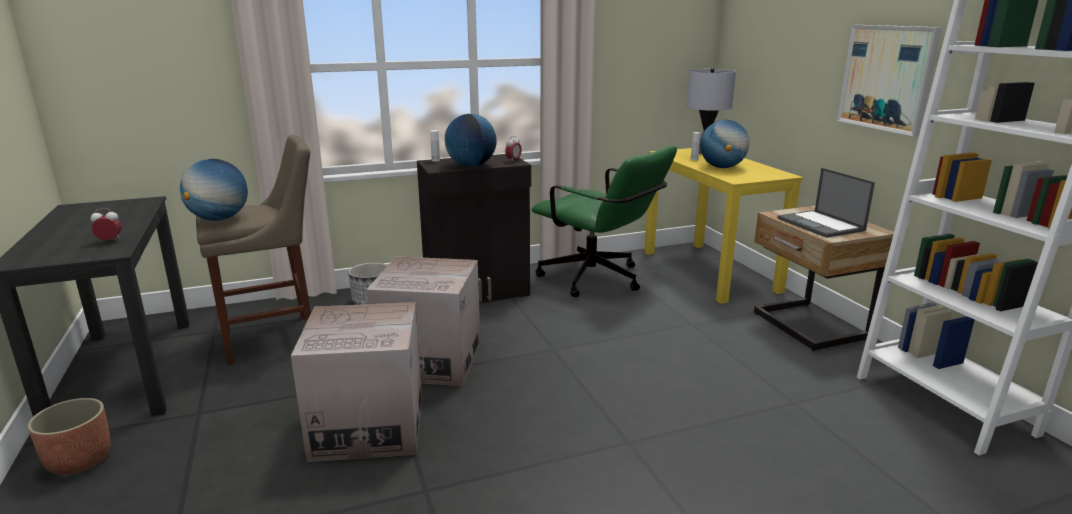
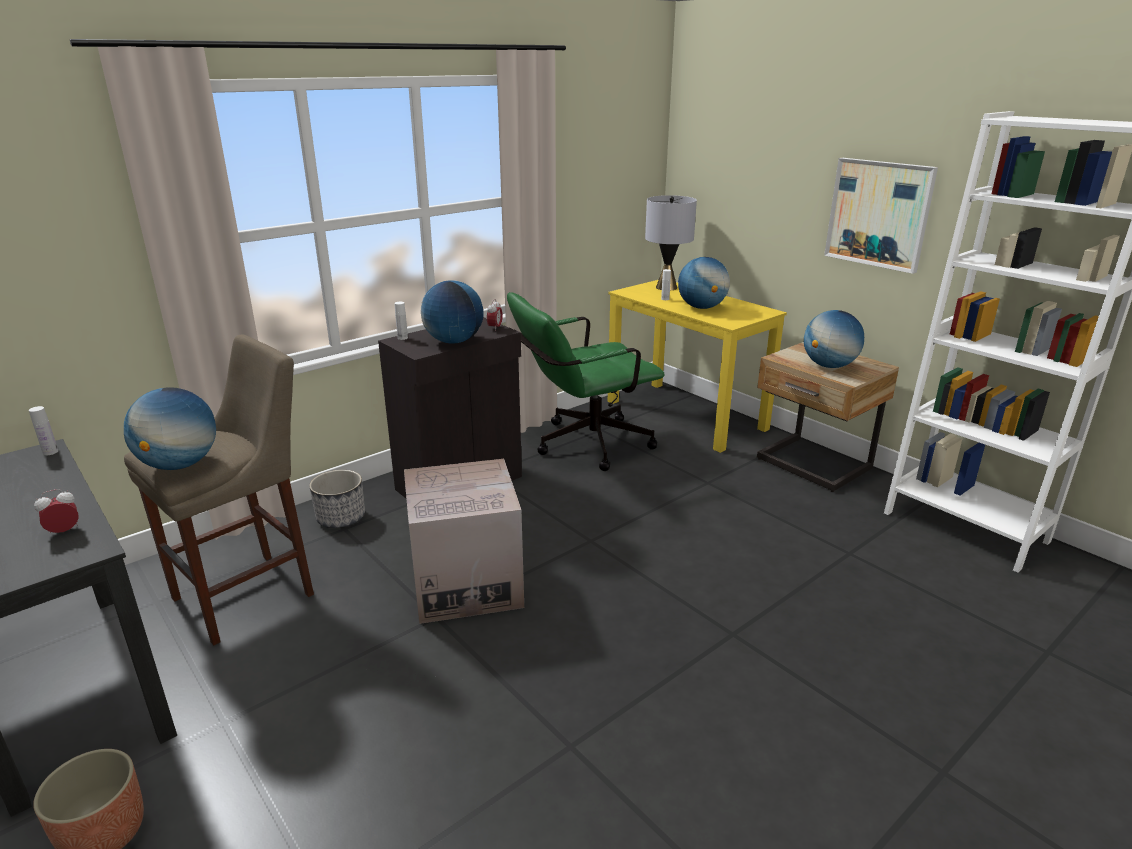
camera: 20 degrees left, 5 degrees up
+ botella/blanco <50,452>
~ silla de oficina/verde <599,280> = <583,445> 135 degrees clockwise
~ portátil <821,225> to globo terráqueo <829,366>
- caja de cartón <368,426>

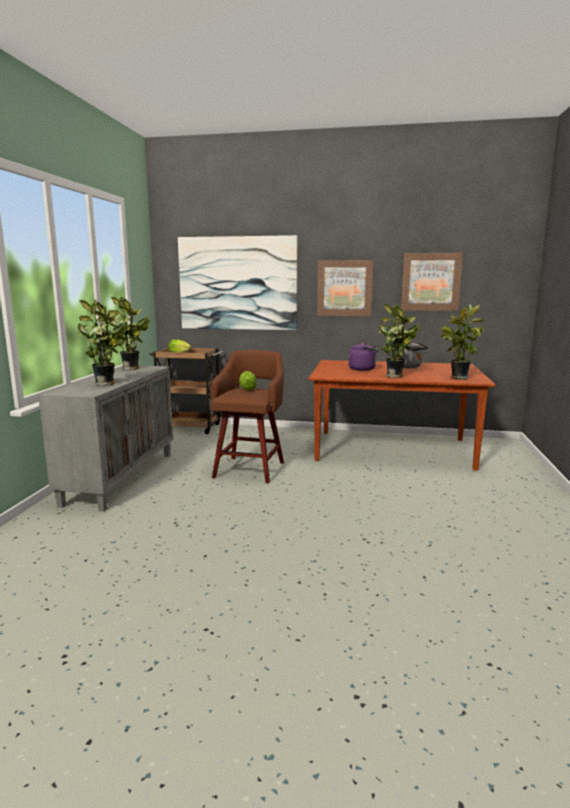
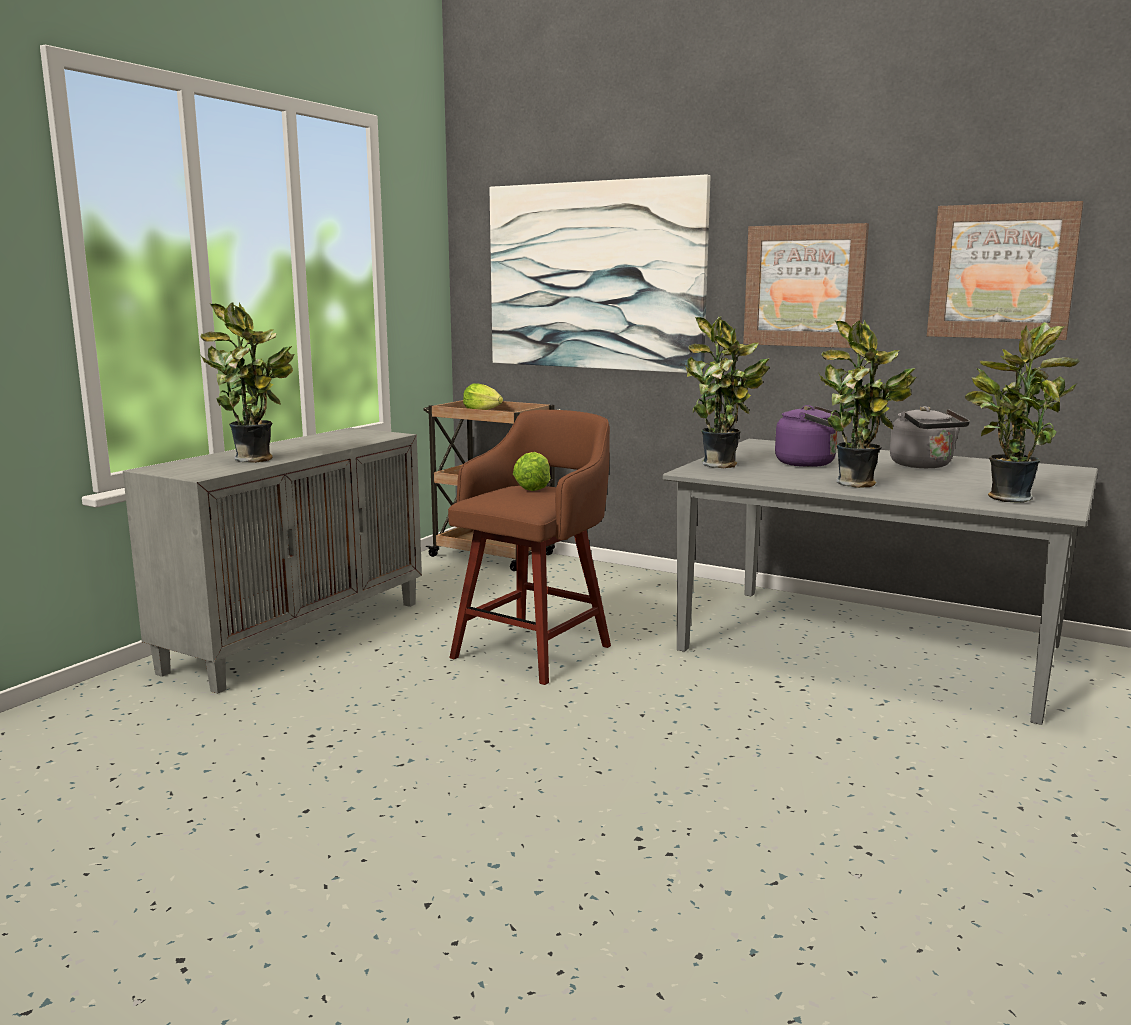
camera: 20 degrees right, 0 degrees up
~ mesa de comedor/marrón <393,449> to mesa de comedor/gris <870,647>
~ planta en maceta <132,368> to <723,465>

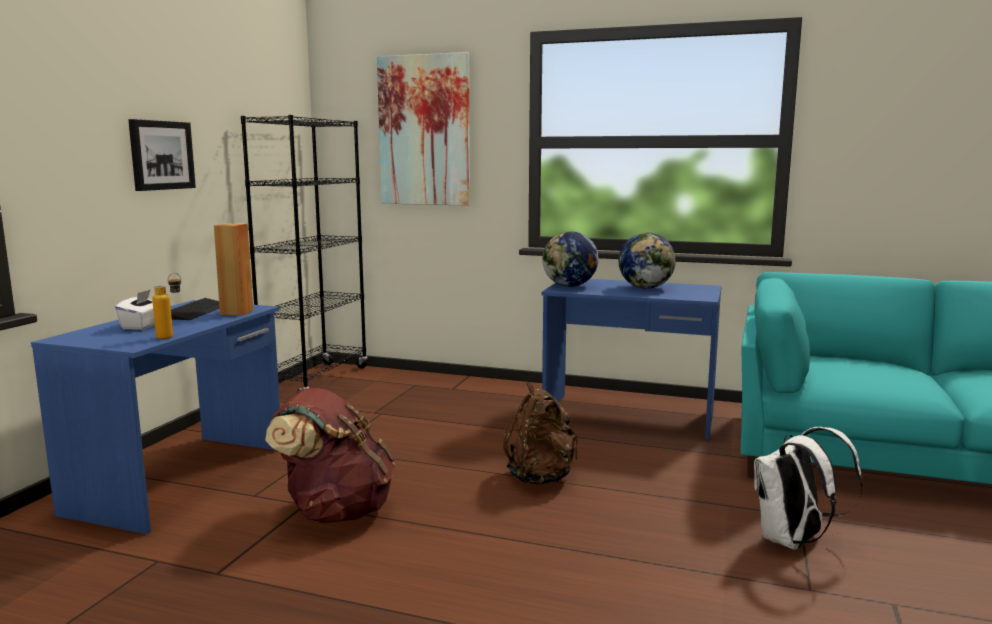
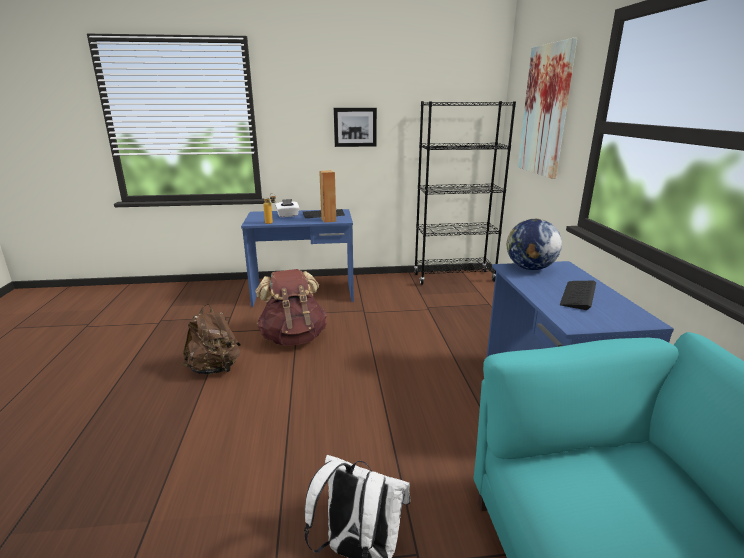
camera: 65 degrees right, 10 degrees up
~ mochila/marrón <541,478> to <215,369>
~ globo terráqueo <646,288> to teclado <578,295>

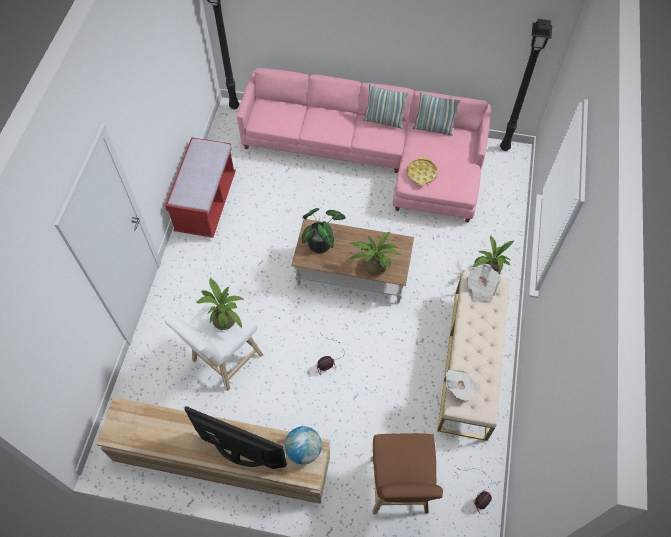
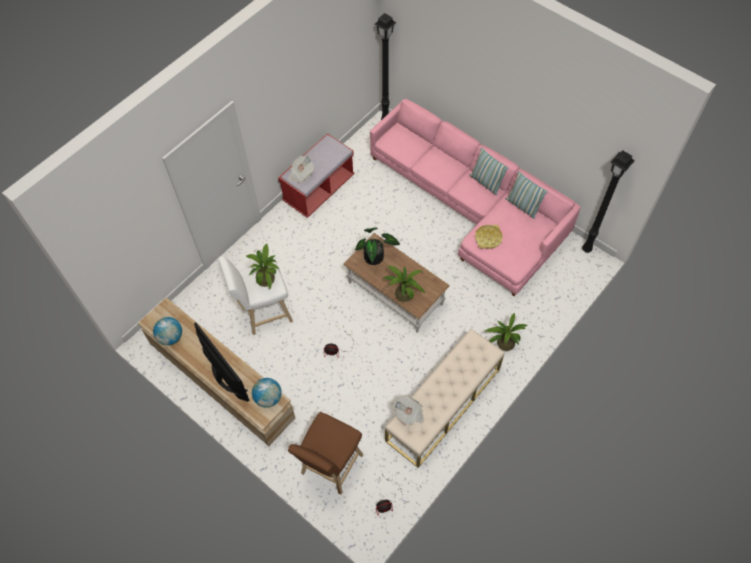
camera: 30 degrees right, 0 degrees up
+ globo terráqueo <171,337>
~ periódico <480,288> to <301,174>

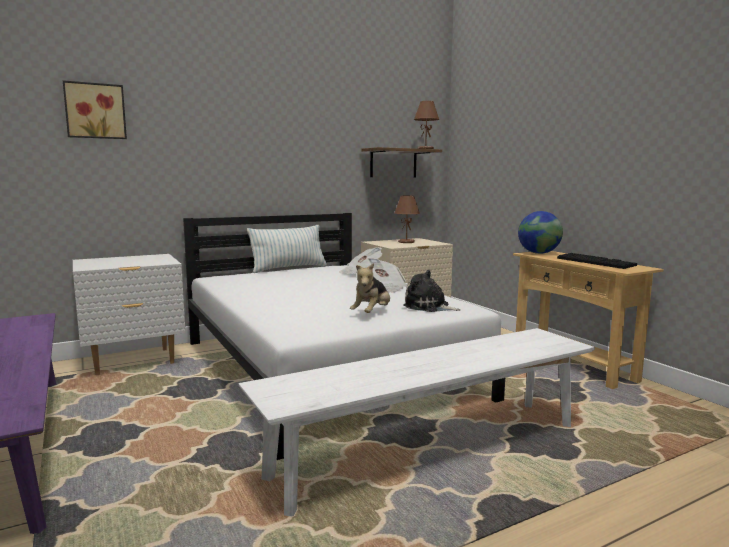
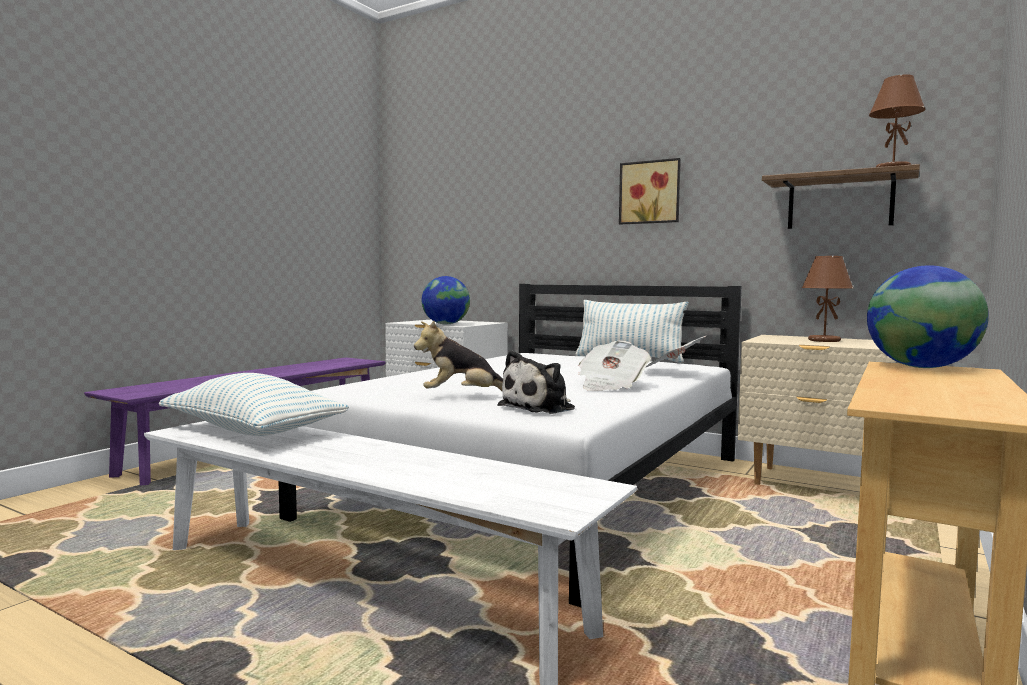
camera: 60 degrees right, 5 degrees down
+ cojín <253,431>
+ globo terráqueo <445,324>
~ peluche <428,307> = <540,407> 135 degrees counterclockwise
~ cuadro <95,111> to <650,192>
- teclado <596,262>

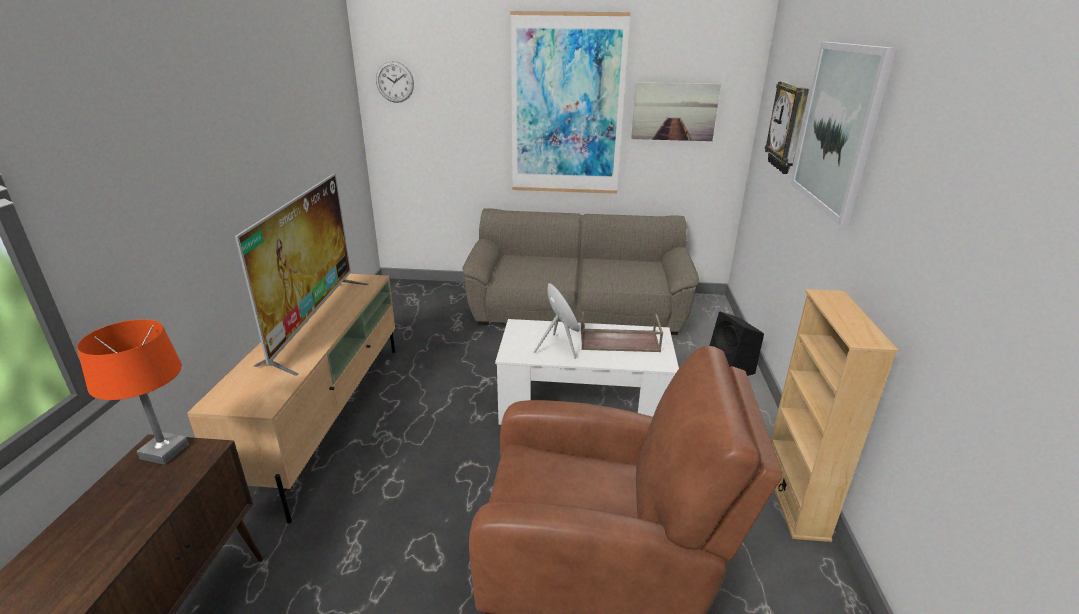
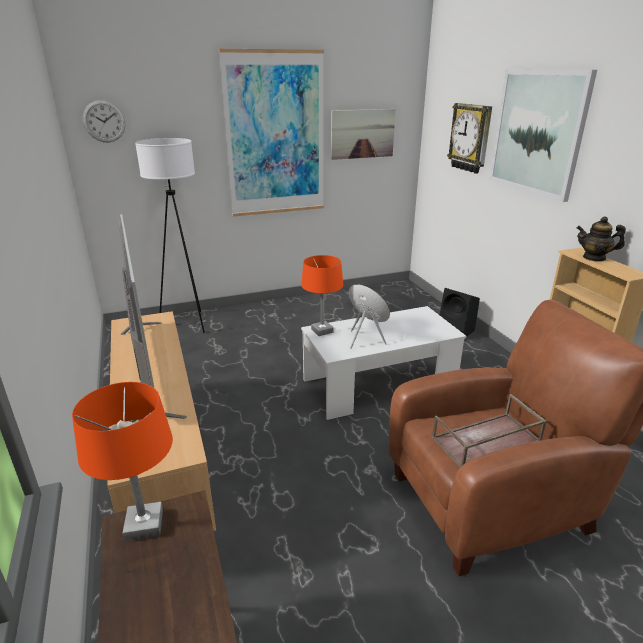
camera: 25 degrees left, 0 degrees up
+ lámpara de pie/blanco <188,323>
+ lámpara de mesa/naranja <322,330>
~ bandeja/marrón <618,341> to <485,441>
+ tetera <594,258>
- sofá <577,309>

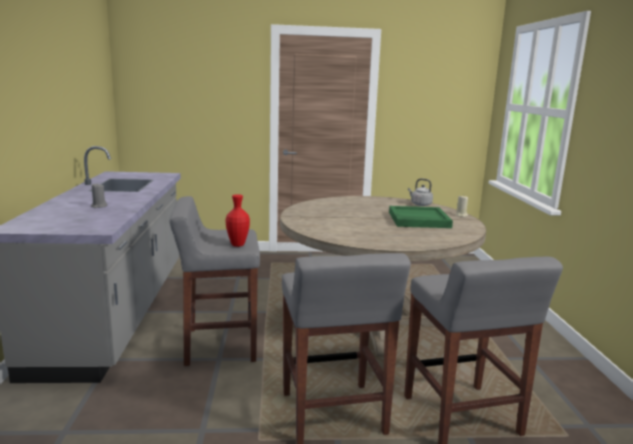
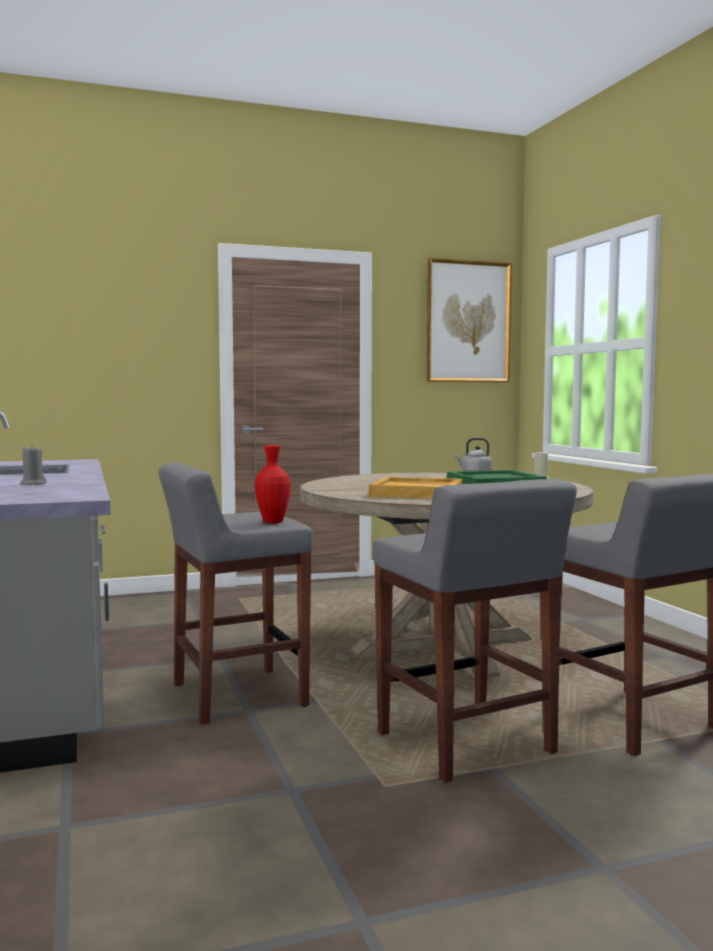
camera: 15 degrees left, 10 degrees down
+ bandeja/beis <418,493>
+ cuadro <468,322>

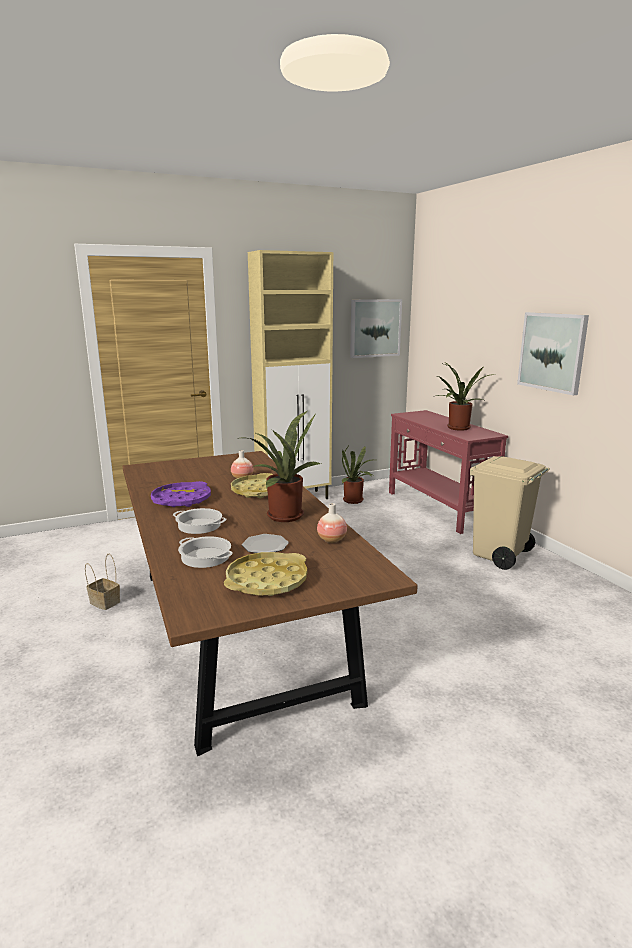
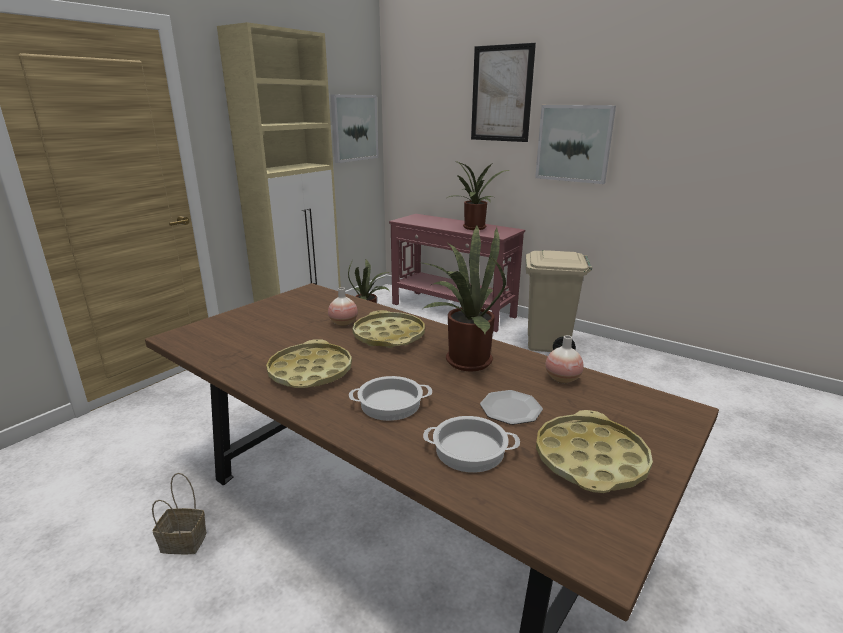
camera: 30 degrees left, 5 degrees up
~ bandeja/morado <181,500> to bandeja/amarillo <310,372>
+ cuadro <501,94>

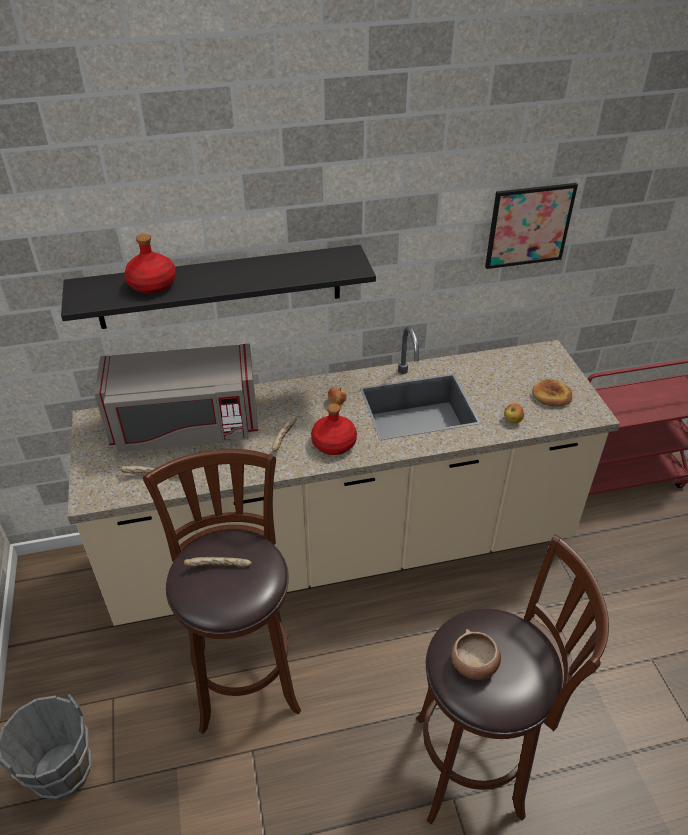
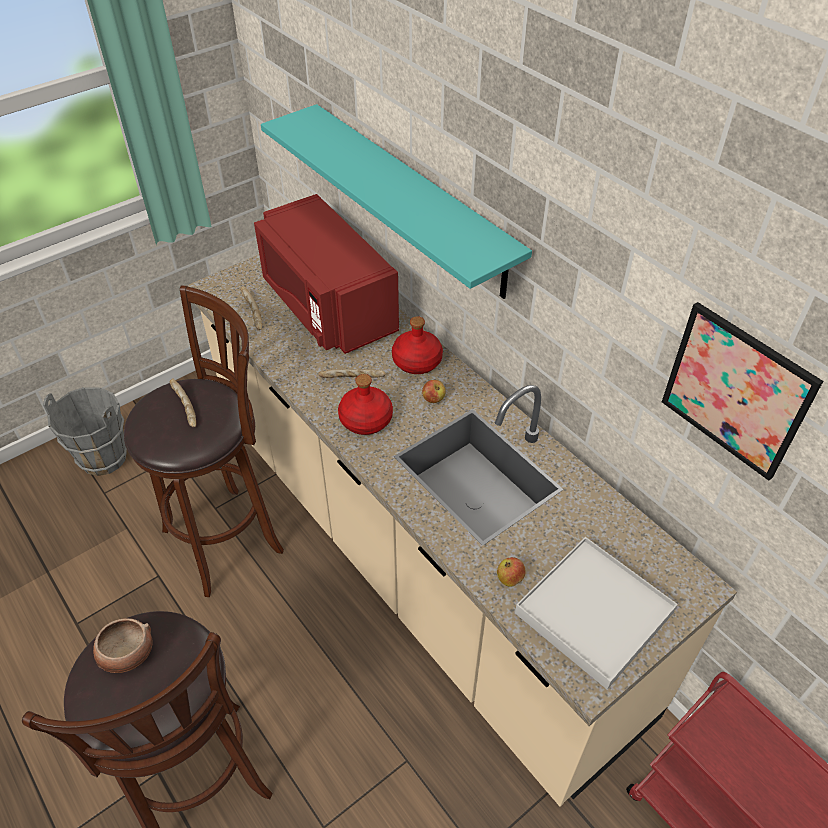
camera: 65 degrees right, 5 degrees up
~ microondas/gris <185,427> to microondas/rojo <327,306>
~ estante/negro <220,287> to estante/turquesa <412,199>
~ botella/rojo <153,284> to <417,362>
~ pan <551,396> to bandeja/blanco <593,613>

